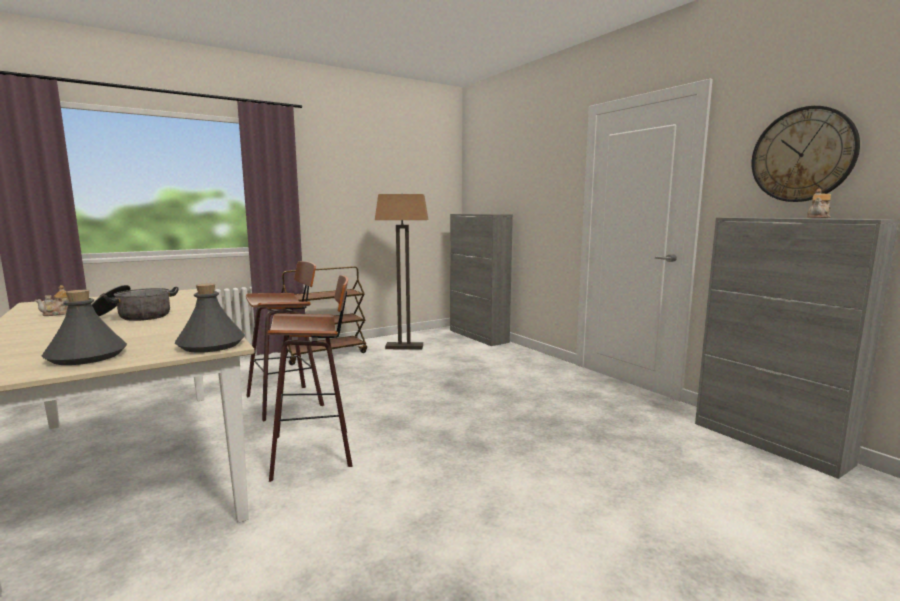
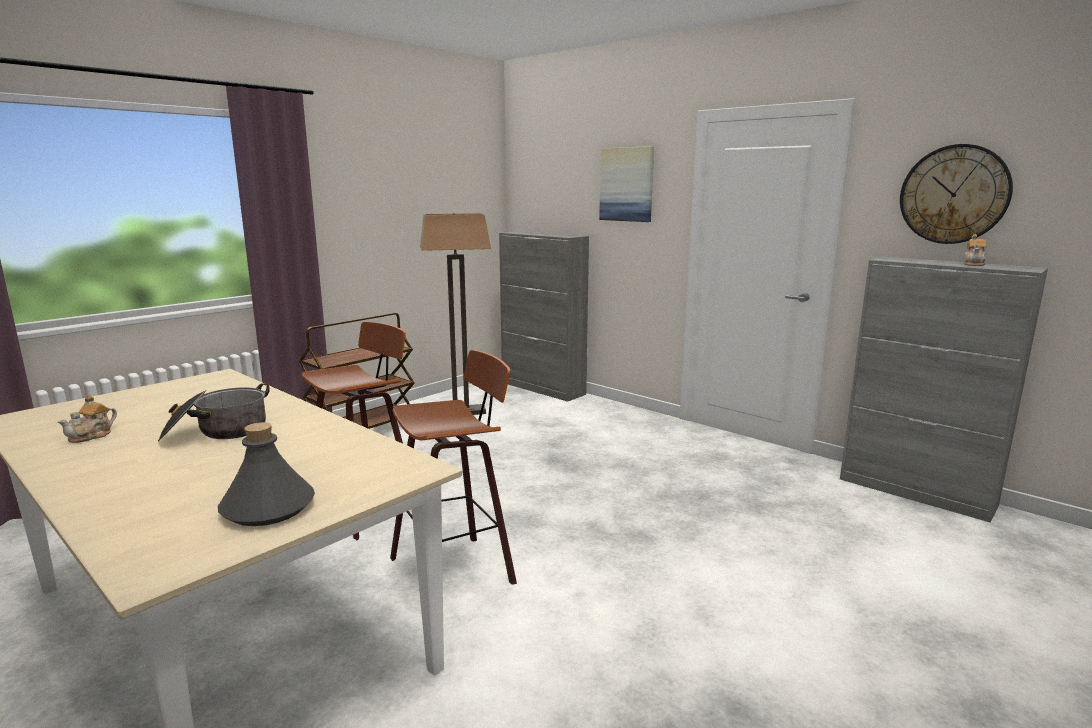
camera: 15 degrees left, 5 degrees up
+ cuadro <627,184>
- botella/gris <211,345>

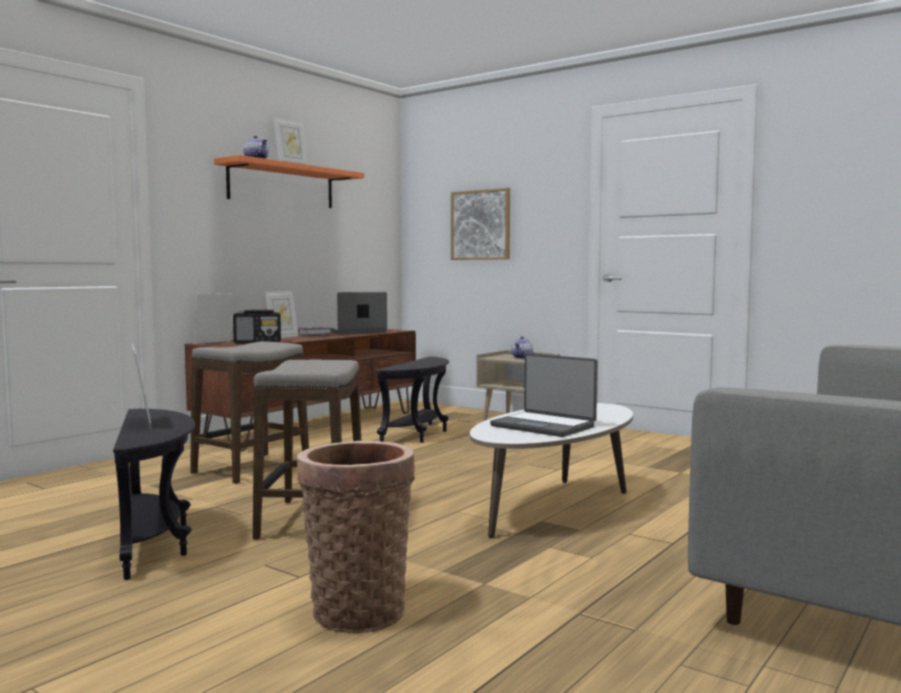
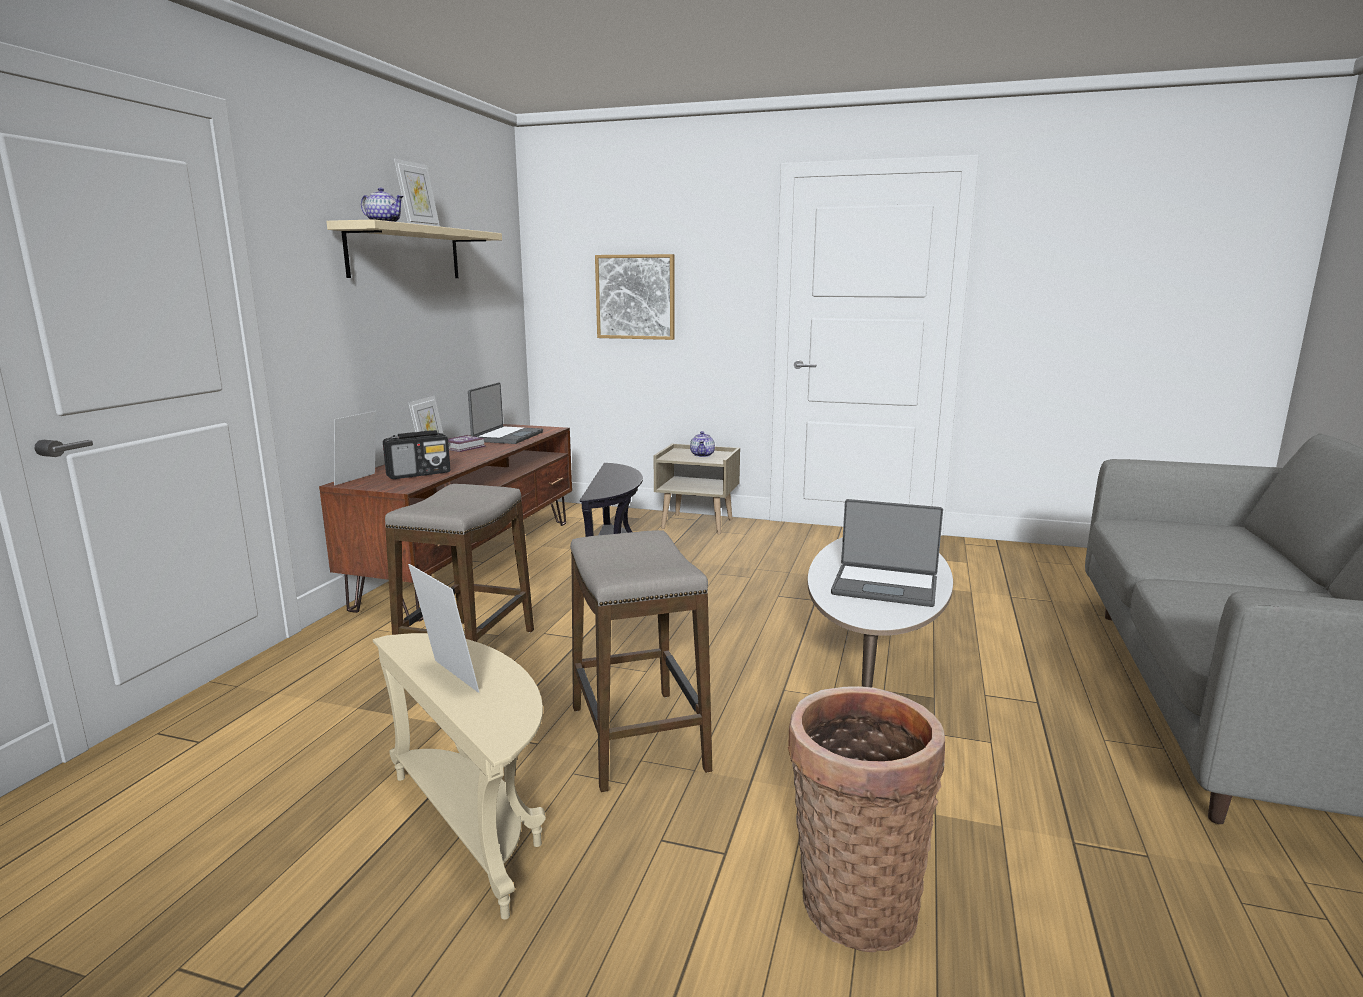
camera: 20 degrees left, 10 degrees up
~ estante/naranja <282,185> to estante/beis <405,253>
~ mesa auxiliar/negro <156,542> to mesa auxiliar/beis <475,826>
~ portátil <357,332> = <507,437> 150 degrees clockwise

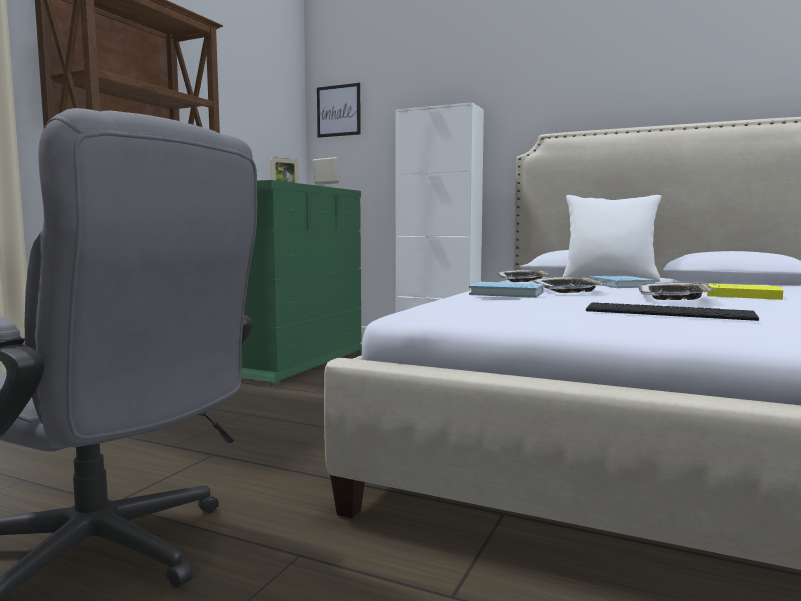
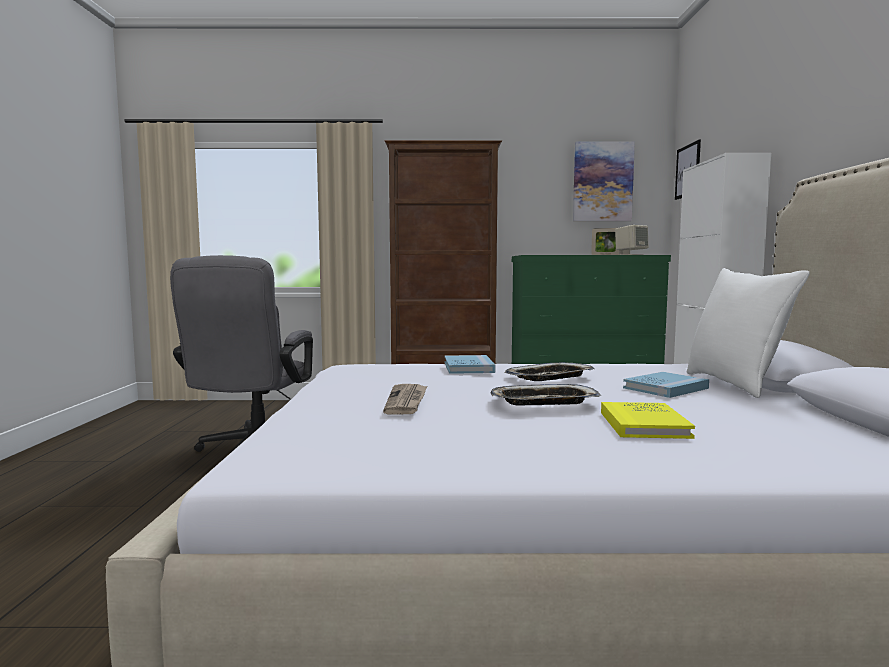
camera: 65 degrees right, 0 degrees up
~ teclado <669,312> to periódico <407,401>
+ cuadro <602,182>
- bandeja <523,280>

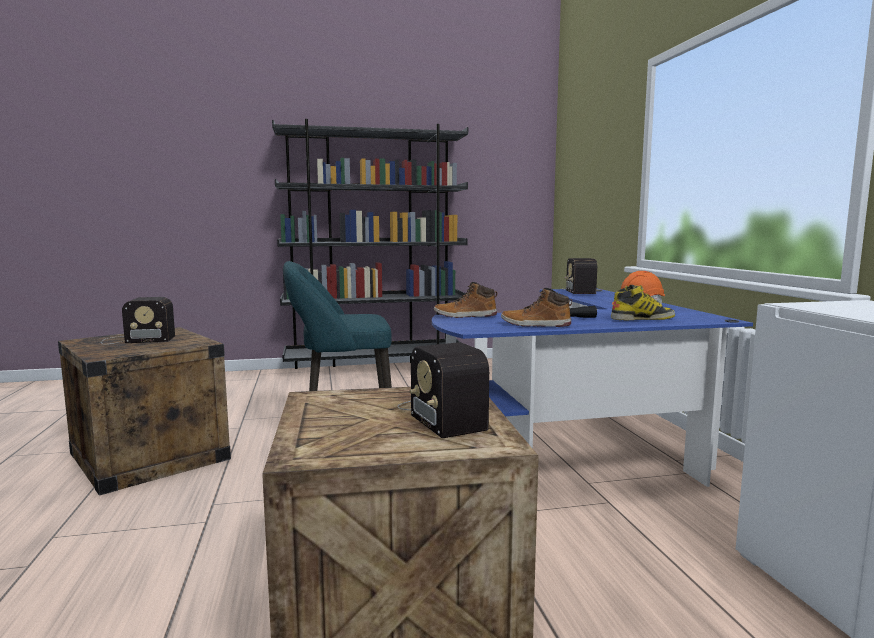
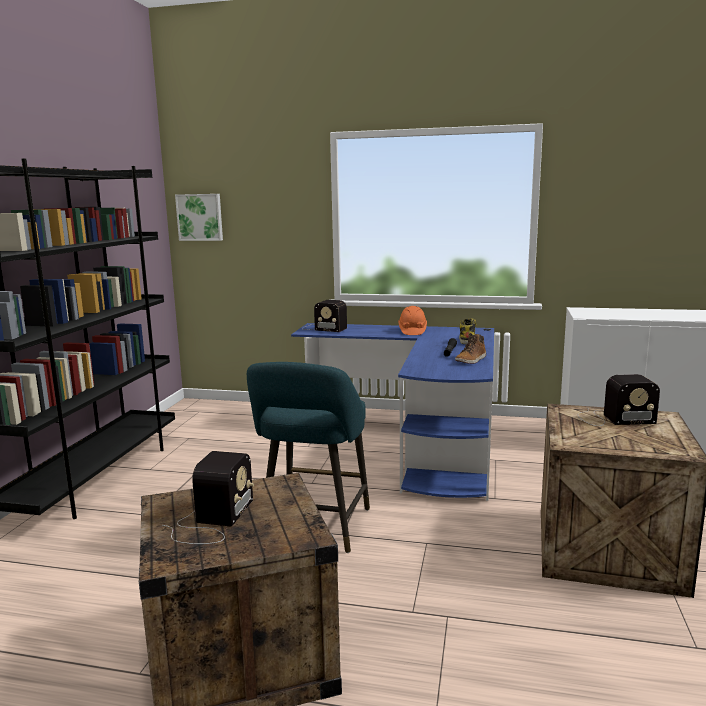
camera: 65 degrees left, 5 degrees up
+ cuadro <200,217>
- bota <465,316>

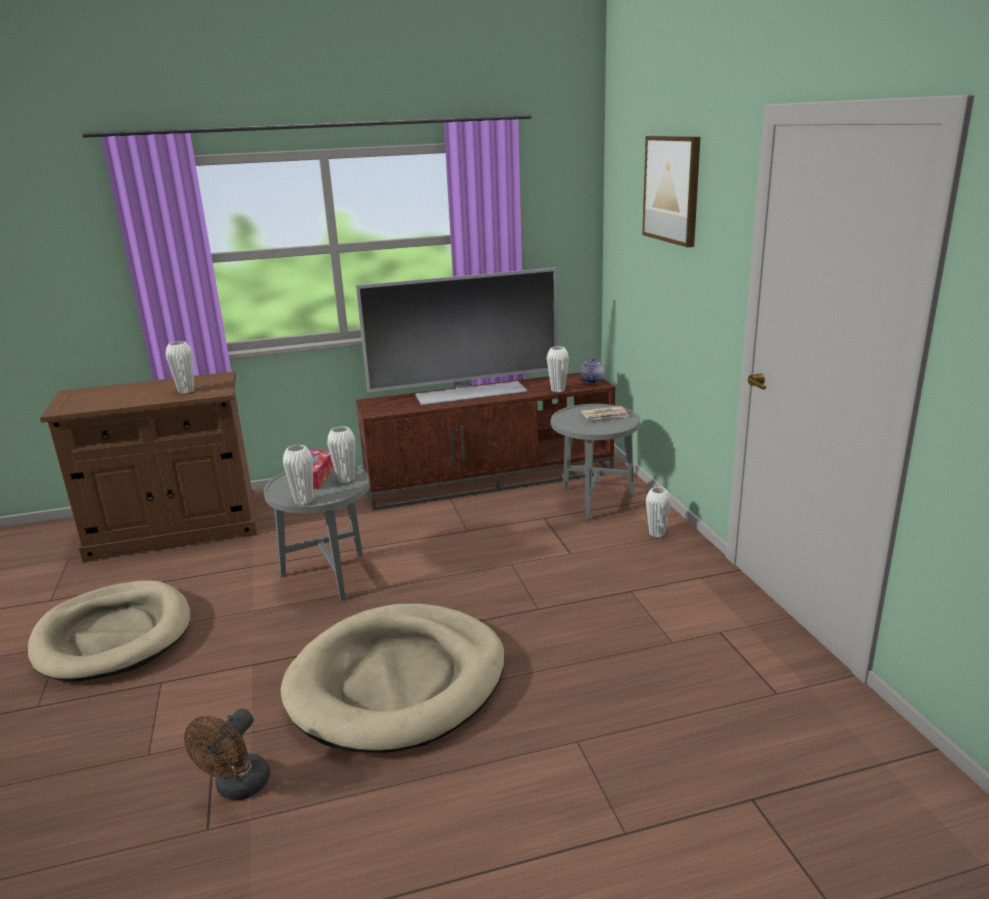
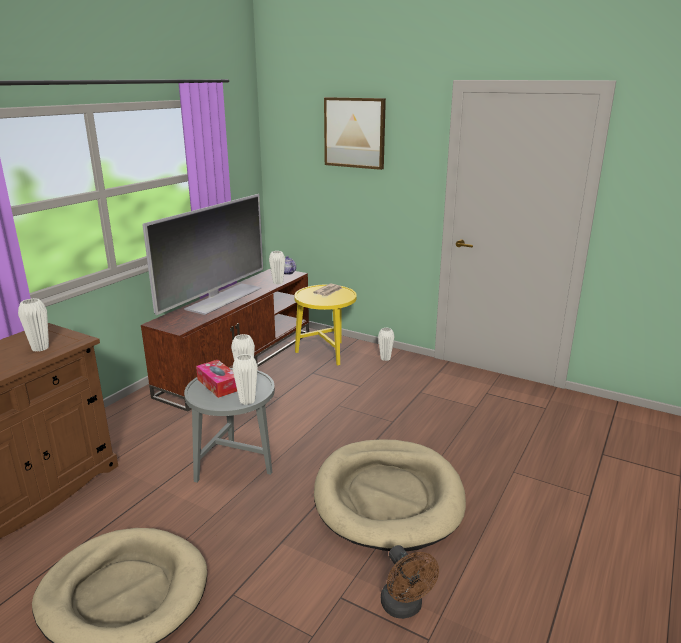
camera: 45 degrees left, 0 degrees up
~ mesa auxiliar/gris <594,502> to mesa auxiliar/amarillo <326,354>

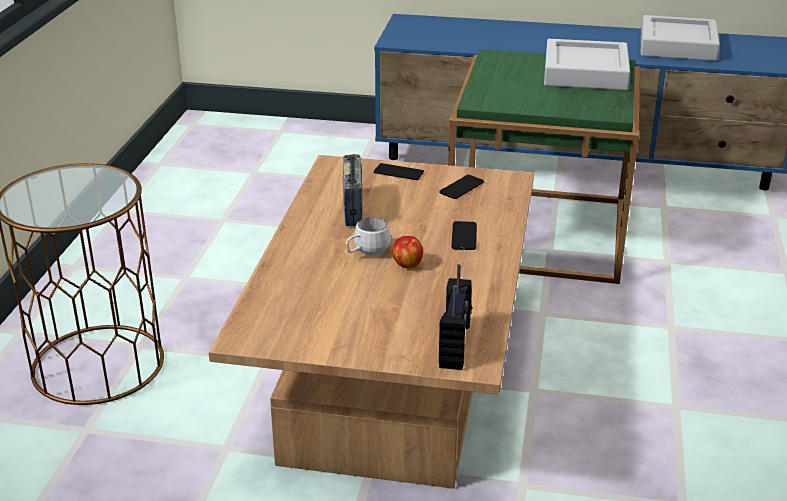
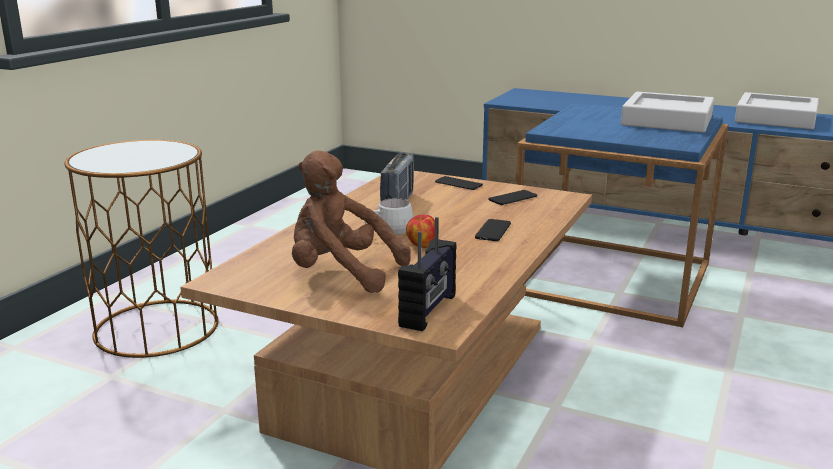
camera: 15 degrees right, 10 degrees down
+ peluche/marrón <341,273>
~ mesa auxiliar/verde <538,232> to mesa auxiliar/azul <613,277>

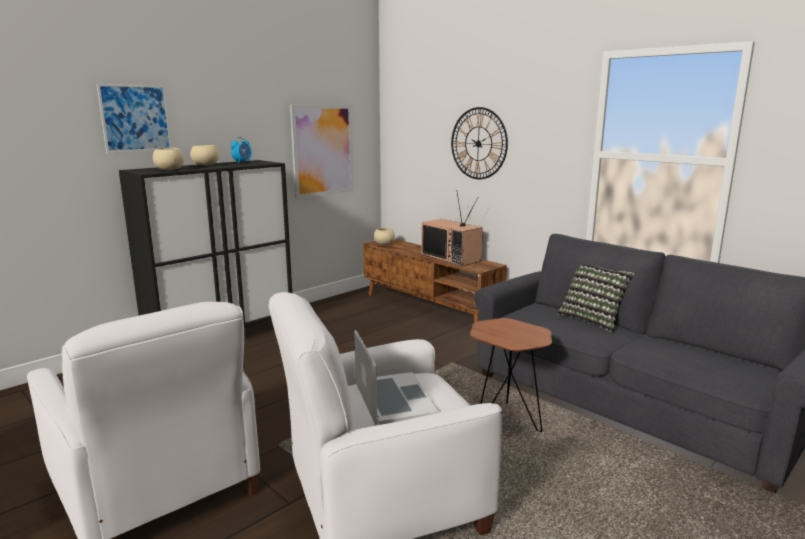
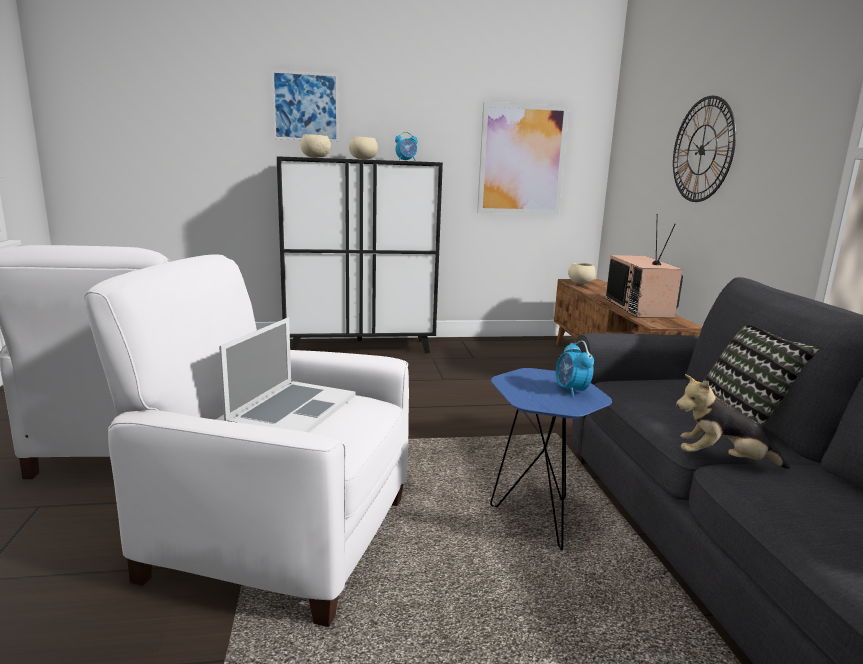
camera: 35 degrees right, 0 degrees up
~ mesa auxiliar/marrón <505,418> to mesa auxiliar/azul <537,516>
+ despertador <571,391>
+ peluche <722,461>

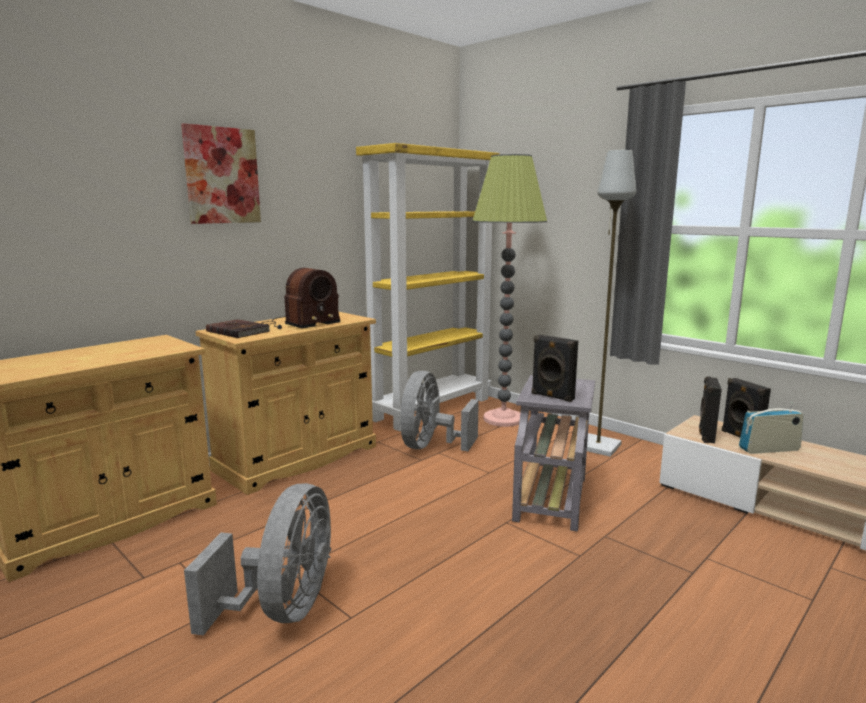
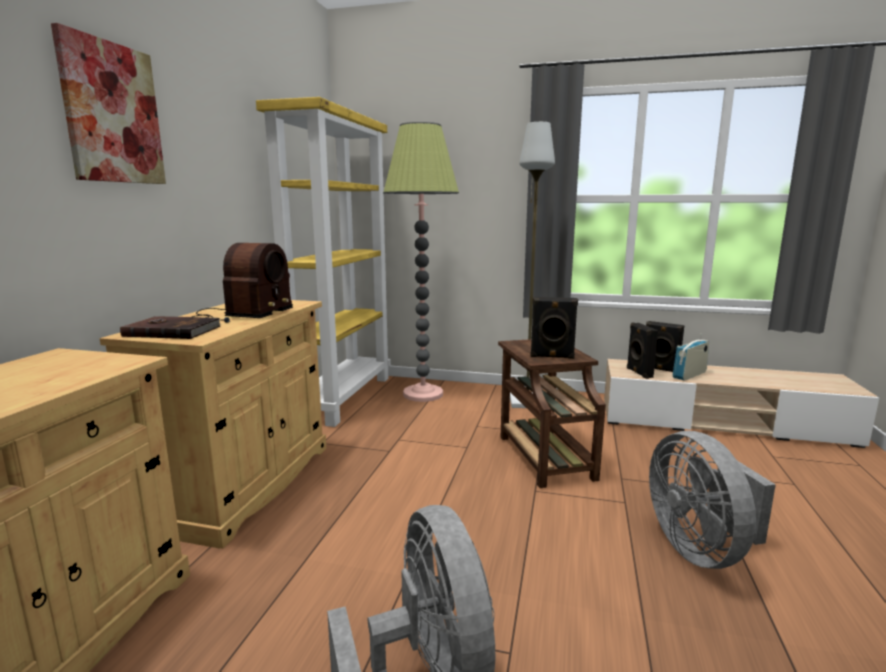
camera: 30 degrees left, 0 degrees up
~ mesa auxiliar/gris <551,497> to mesa auxiliar/marrón <544,456>
~ ventilador/gris <431,446> to <700,549>

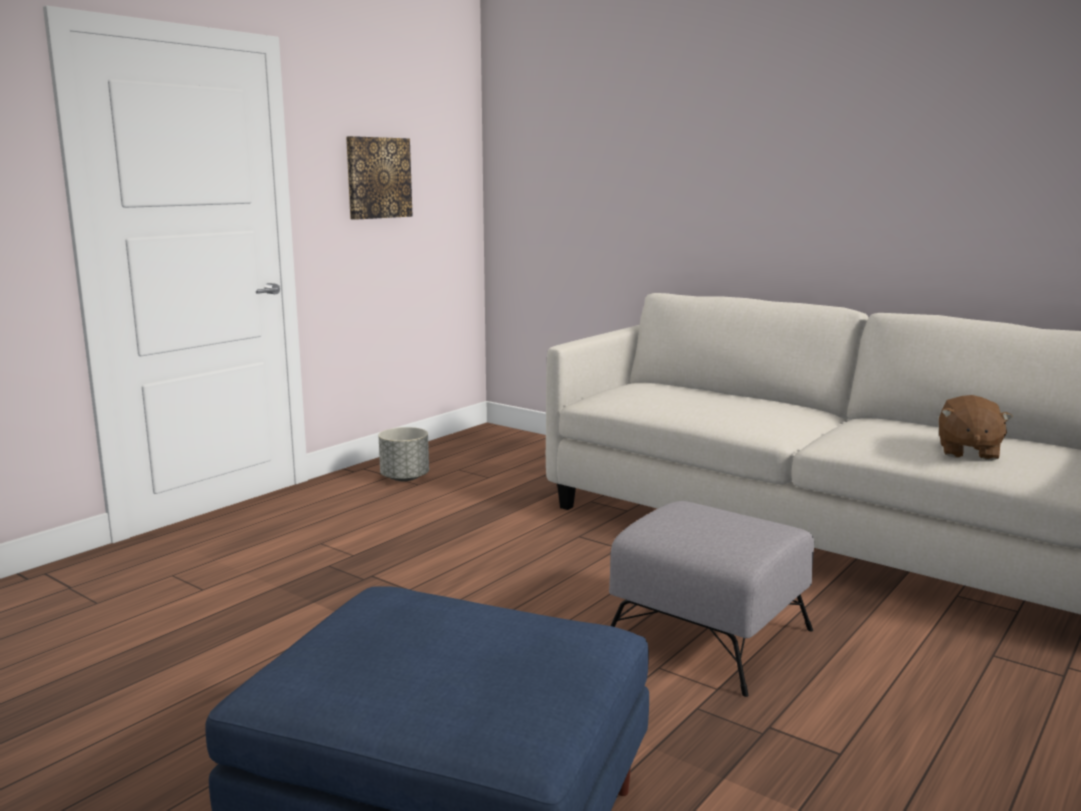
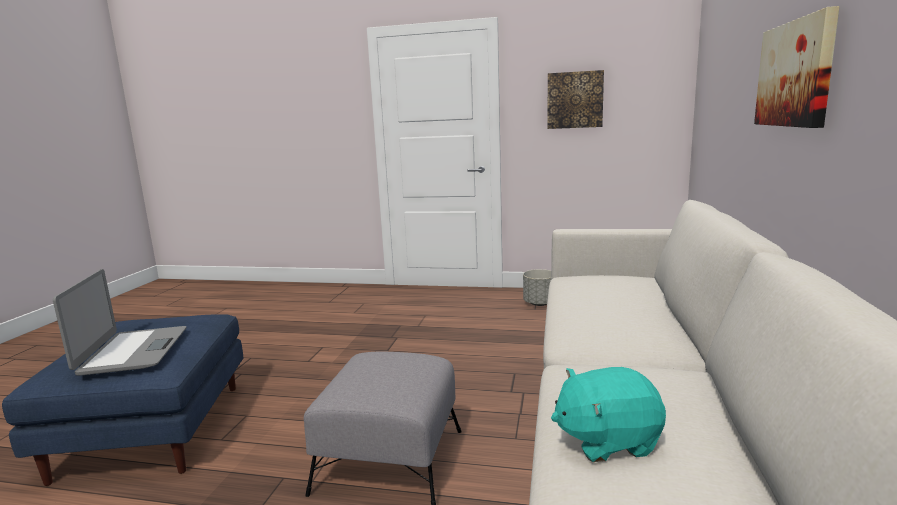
camera: 65 degrees right, 0 degrees up
+ portátil <133,351>
~ peluche/marrón <967,452> to peluche/turquesa <606,440>
+ cuadro <795,74>

